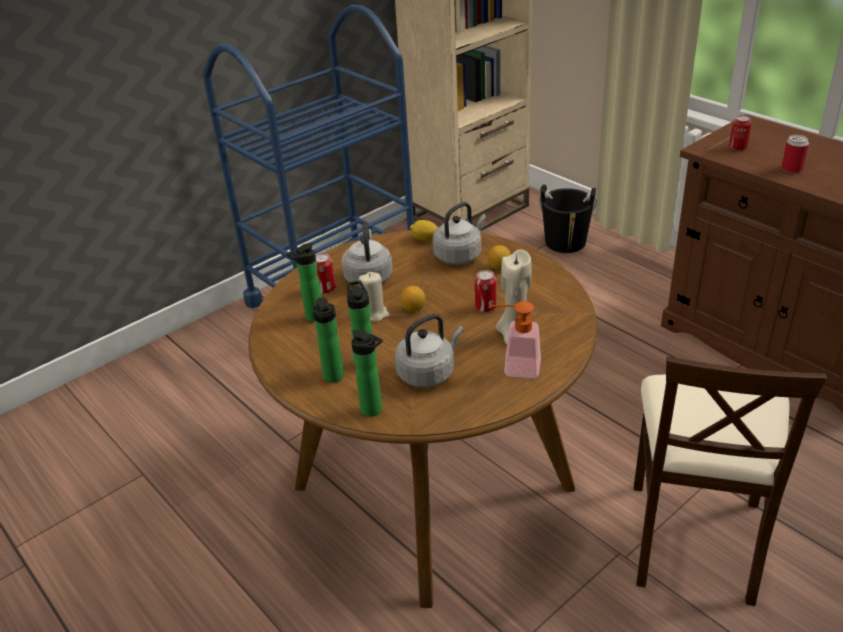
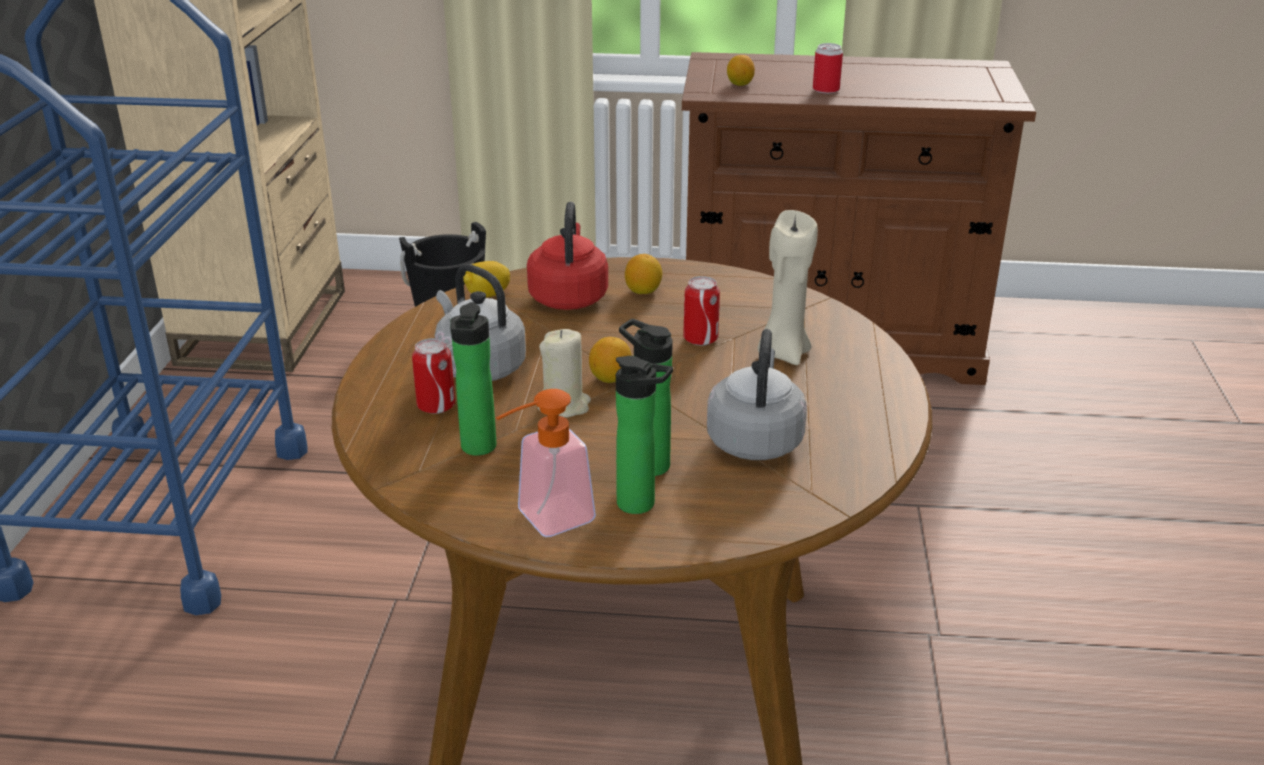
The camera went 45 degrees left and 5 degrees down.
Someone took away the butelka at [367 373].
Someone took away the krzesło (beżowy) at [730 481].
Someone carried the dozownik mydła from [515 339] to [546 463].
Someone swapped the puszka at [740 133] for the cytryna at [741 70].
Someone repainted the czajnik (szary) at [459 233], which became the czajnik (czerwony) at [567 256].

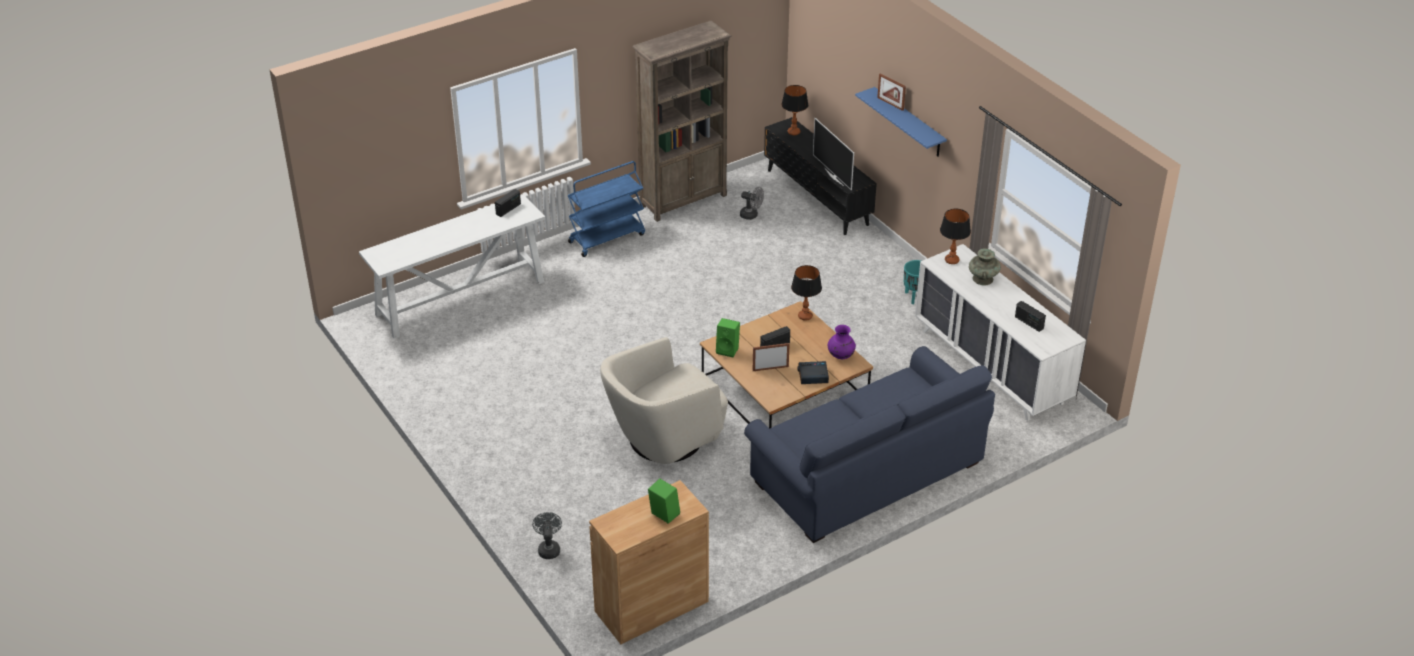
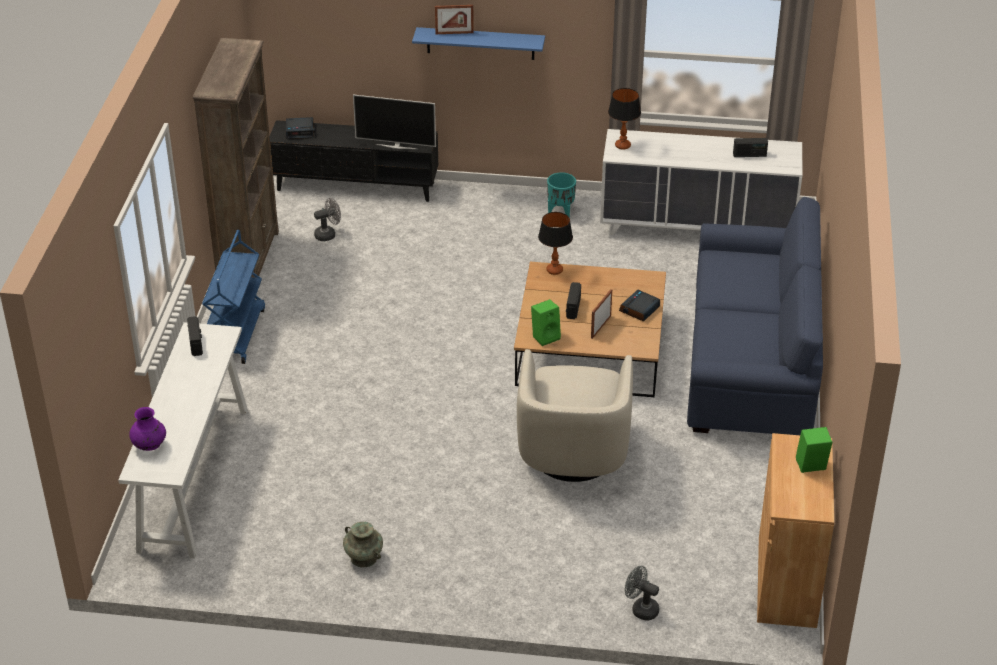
The camera went 50 degrees left and 0 degrees up.
Someone carried the wazon (fioletowy) from [842 342] to [147 429].
Someone carried the wazon (turkusowy) from [985 266] to [363 544].
Someone swapped the lampa stołowa at [794 110] for the budzik at [300 128].

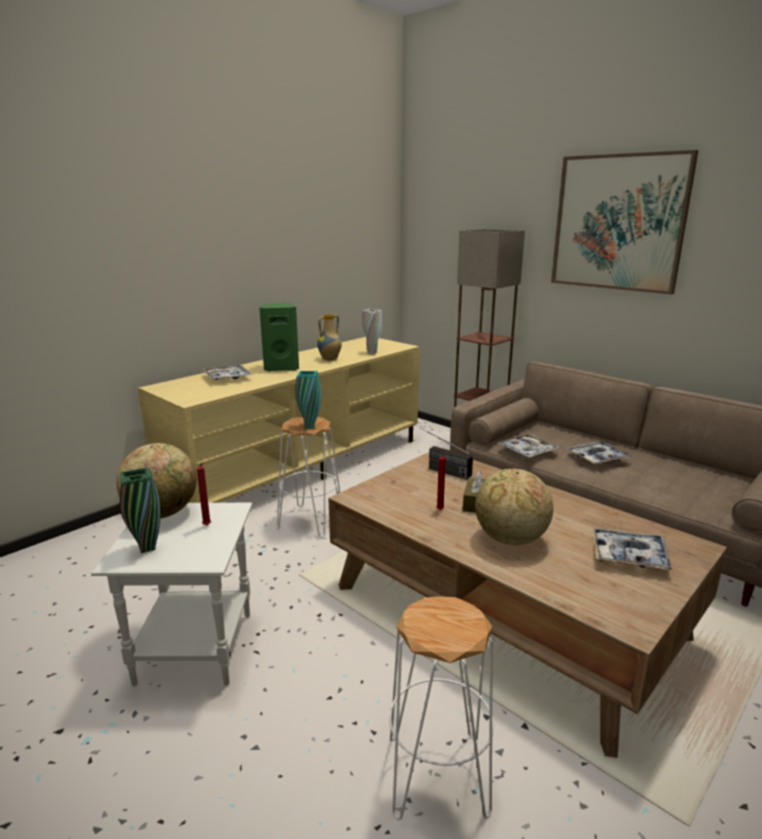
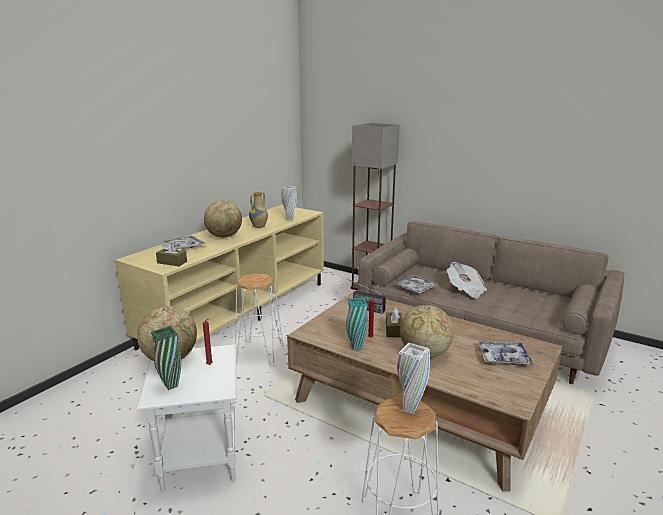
The camera went 10 degrees left and 0 degrees up.
Someone took away the obraz at [624 222].
Someone put down the pudełko chusteczek (brązowy) at [171 254].
Someone put down the wazon (biały) at [413 378].
Someone carried the wazon (turkusowy) from [308 399] to [357 324].
Someone swapped the głośnik (zielony) at [279 337] for the globus at [223 219].
Someone swapped the taca at [599 452] for the gazeta at [467 280].

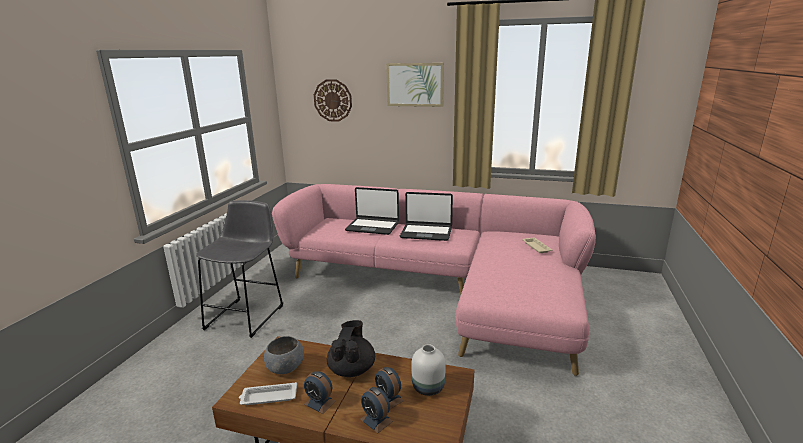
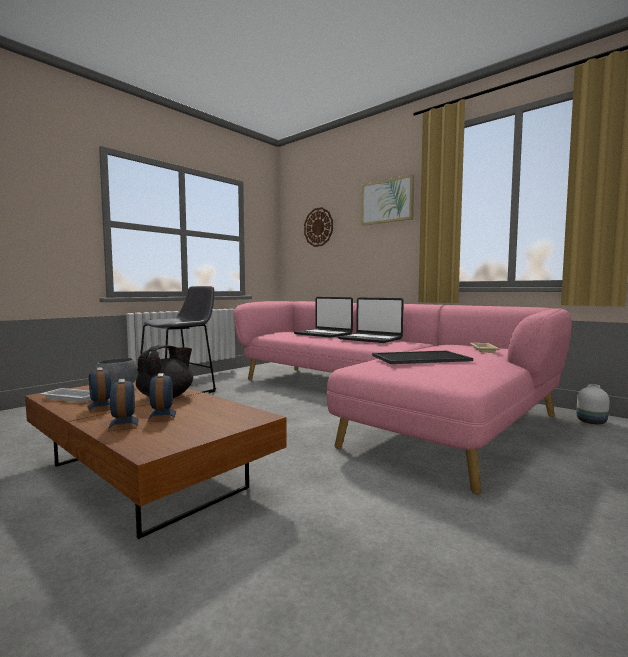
The camera went 25 degrees right and 15 degrees down.
Someone put down the taca at [422 357].
Someone carried the wazon (biały) from [429 370] to [592 404].

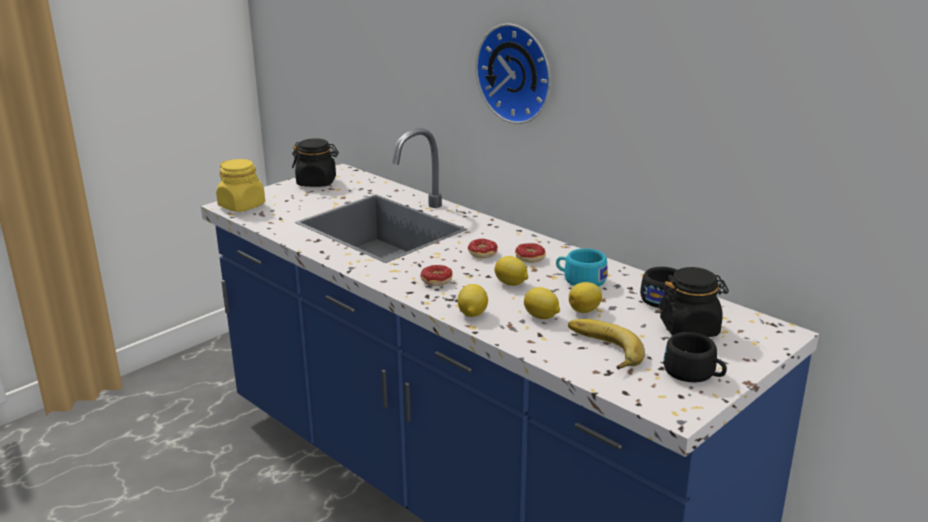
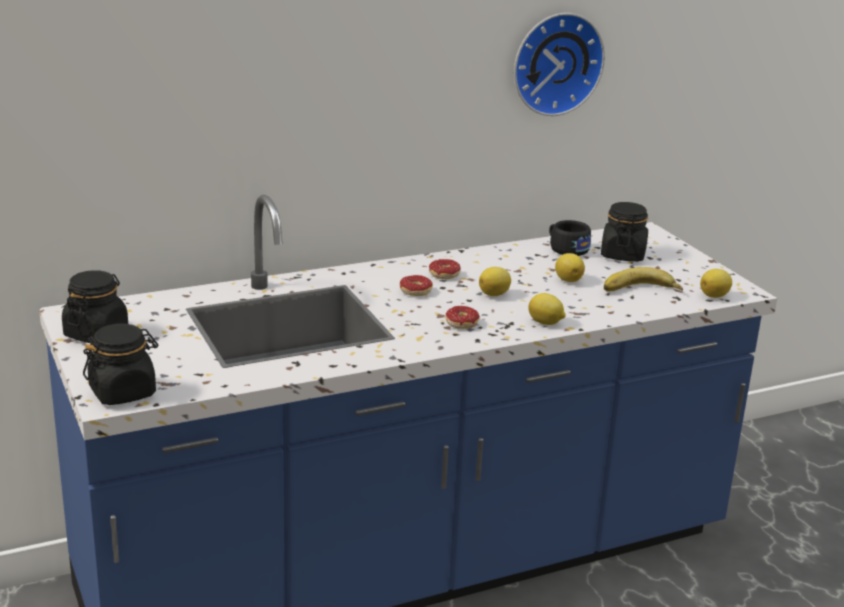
The camera went 70 degrees left and 0 degrees up.
Someone took away the filiżanka (turkusowy) at [582 268].
Someone took away the filiżanka (czarny) at [695 357].
Someone carried the zegar ścienny from [513 74] to [559 64].
Someone carried the cytryna from [542 303] to [716 283].
Someone repainted the słoik (żółty) at [240 185], which became the słoik (czarny) at [120 364].

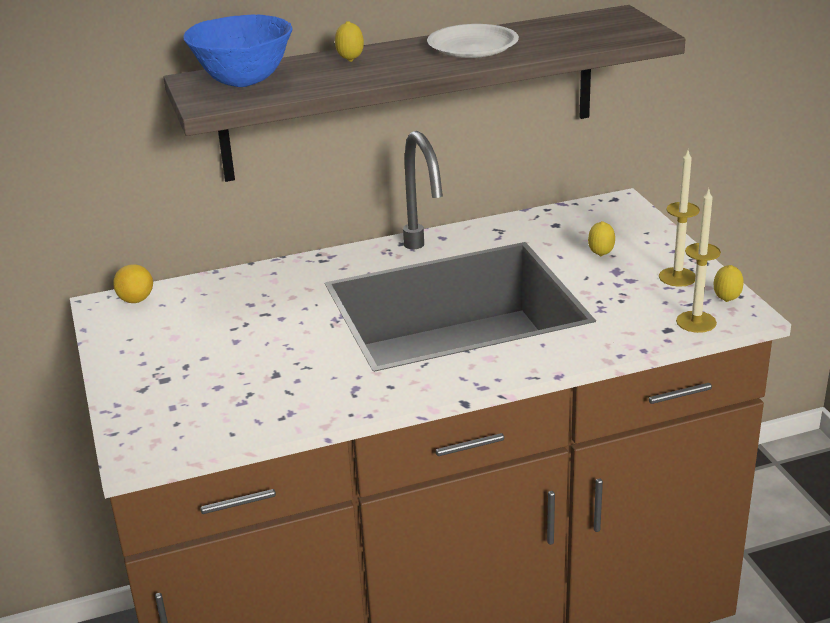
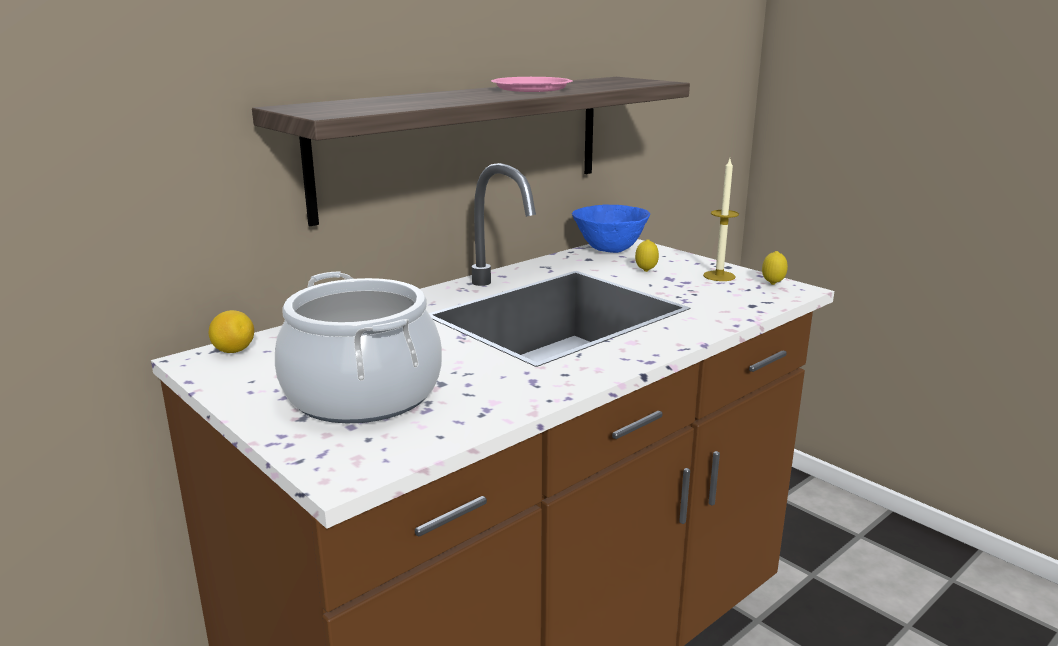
The camera went 25 degrees left and 10 degrees down.
Someone took away the cytryna at [349 41].
Someone took away the świeca at [698 261].
Someone put down the garnek at [358 347].
Someone carried the miska (niebieski) from [238 51] to [611 229].
Someone repainted the talerz (biały) at [473 41], which became the talerz (różowy) at [531 84].

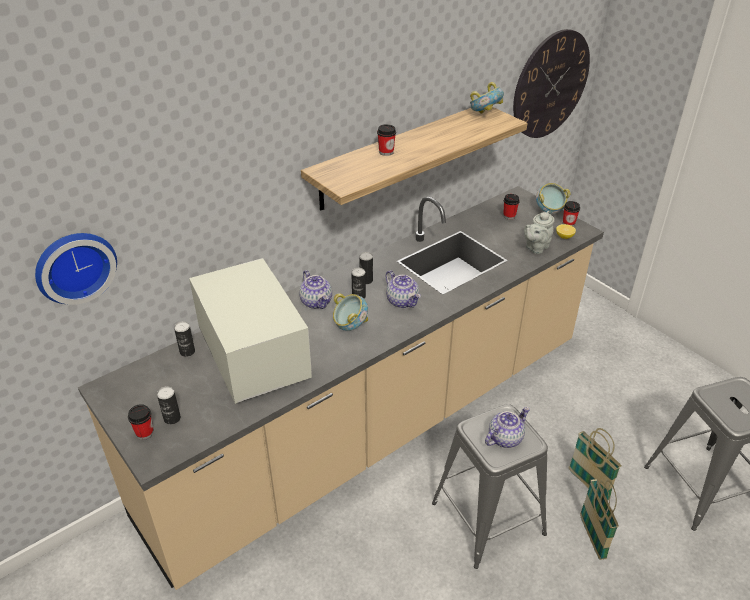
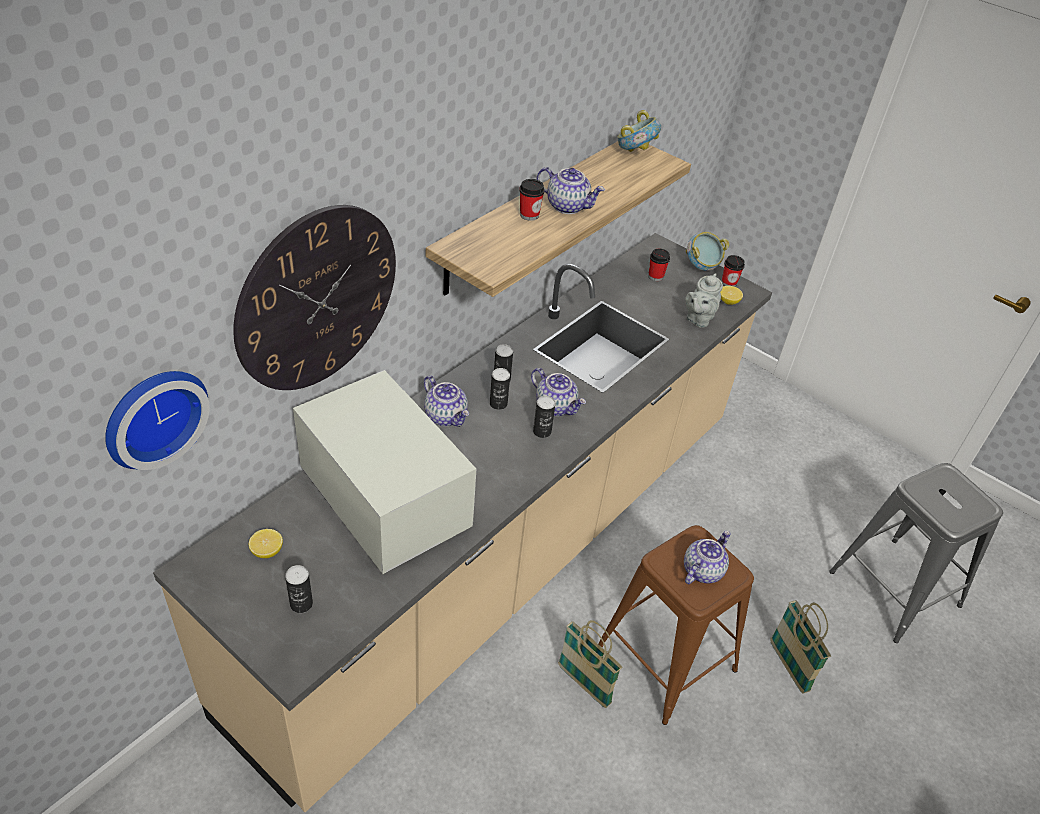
The camera went 15 degrees left and 5 degrees up.
Someone took away the filiżanka at [141 422].
Someone took away the miska at [350 312].
Someone put down the cytryna at [266 543].
Someone put down the imbryk at [571 190].
Someone carried the puszka from [184 339] to [544 417].
Someone carried the zegar ścienny from [551 83] to [314 297].
Someone carried the koszyk from [595 464] to [590 664].
Someone repainted the stołek (szary) at [490 486], which became the stołek (brązowy) at [676 625].

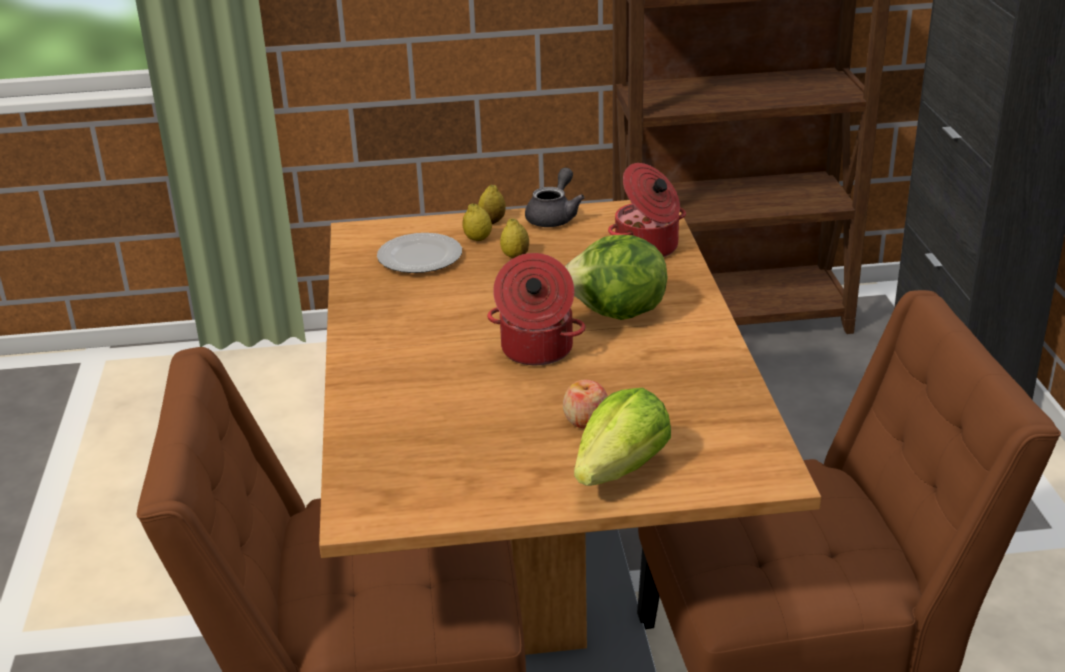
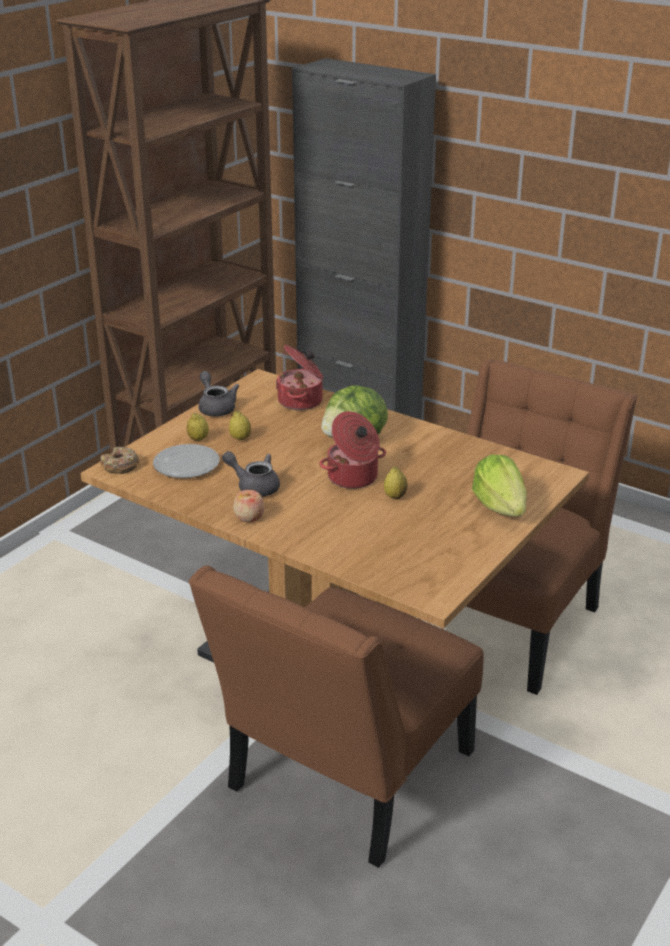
The camera went 50 degrees left and 0 degrees up.
Someone put down the donut at [119 460].
Someone put down the imbryk (szary) at [251 474].
Someone carried the cytryna from [492 204] to [396 483].
Someone carried the jabłko from [585 404] to [248 506].

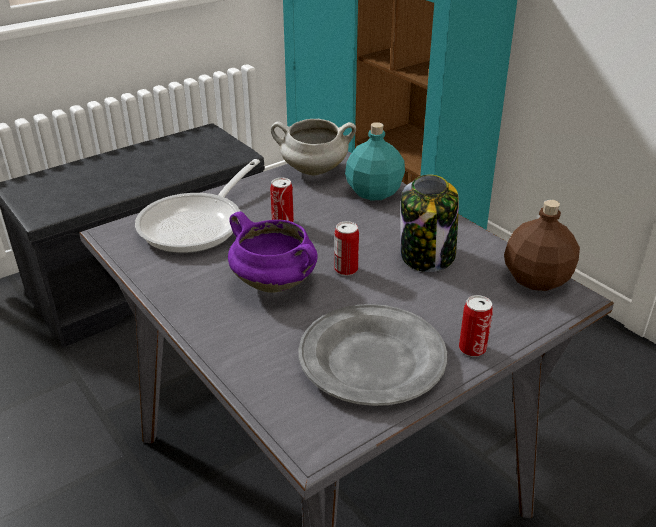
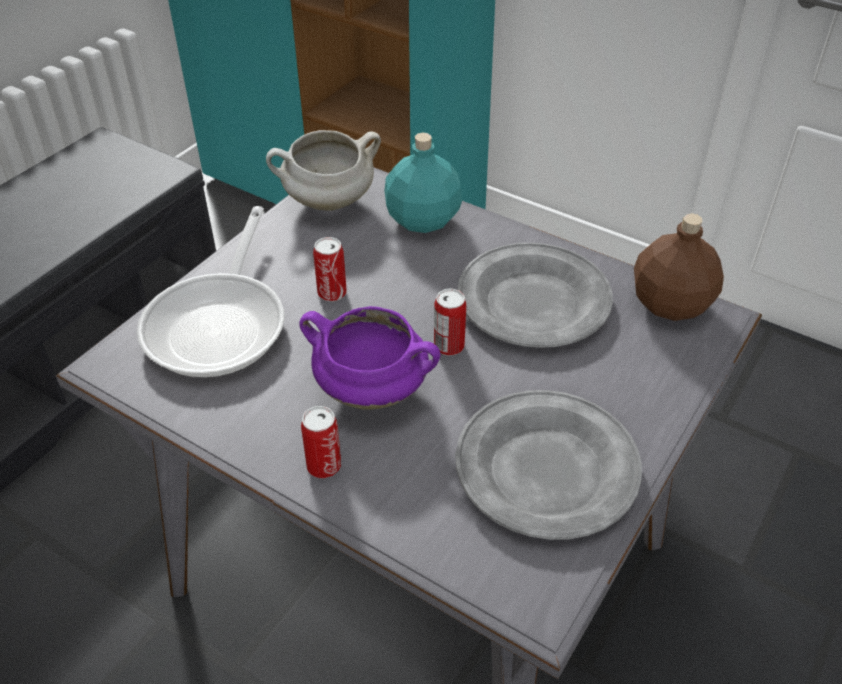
The camera went 20 degrees left and 10 degrees up.
Someone carried the puszka from [476 326] to [321 442].
Someone swapped the słoik at [429 223] for the talerz (szary) at [535 295].

